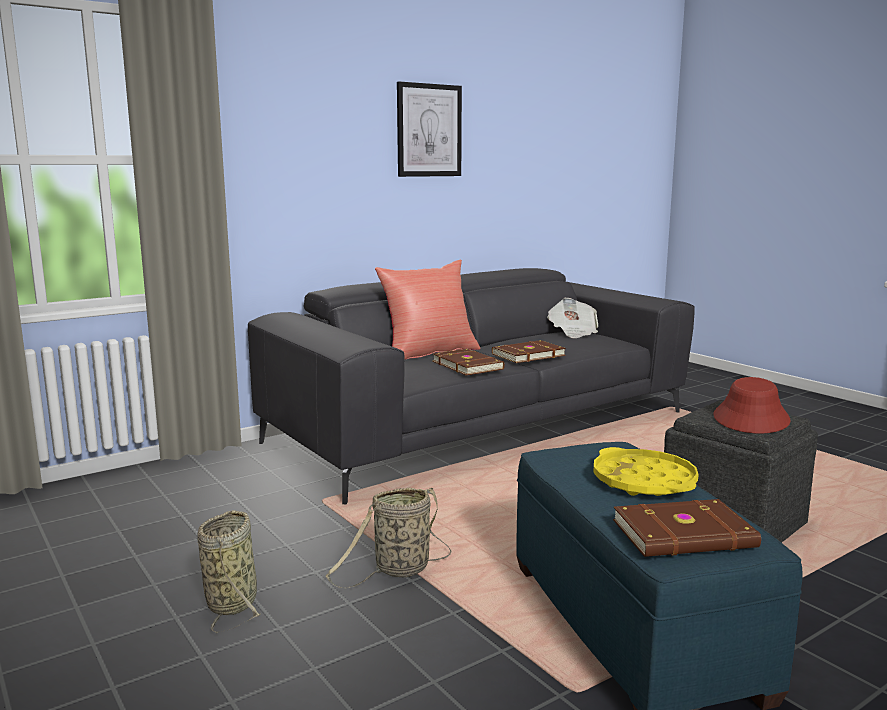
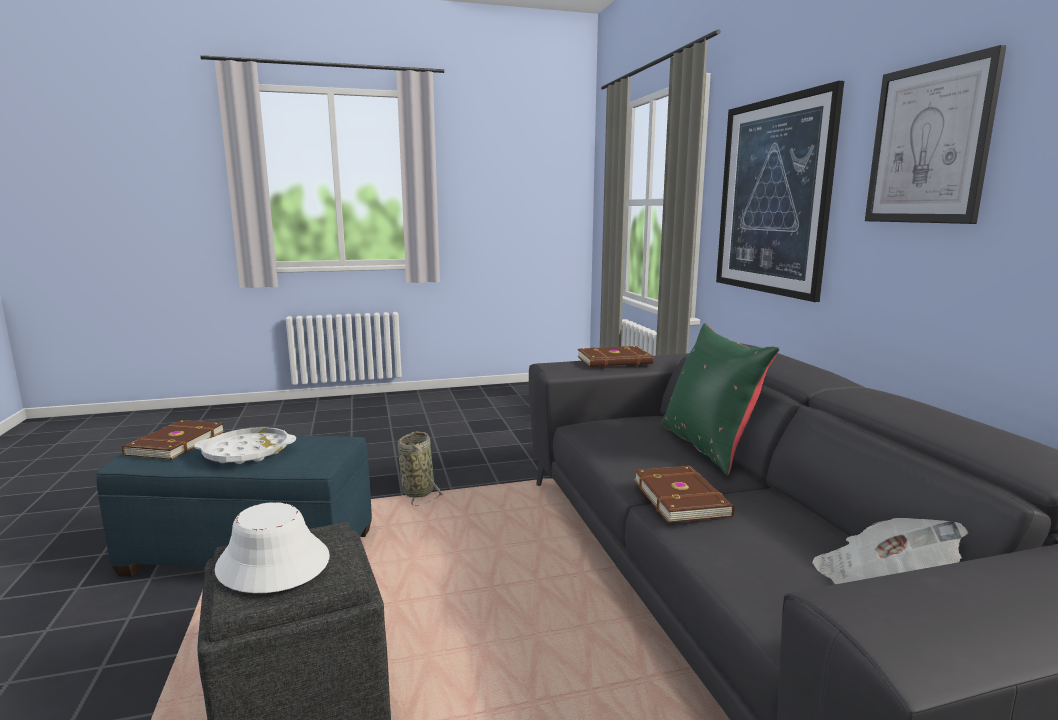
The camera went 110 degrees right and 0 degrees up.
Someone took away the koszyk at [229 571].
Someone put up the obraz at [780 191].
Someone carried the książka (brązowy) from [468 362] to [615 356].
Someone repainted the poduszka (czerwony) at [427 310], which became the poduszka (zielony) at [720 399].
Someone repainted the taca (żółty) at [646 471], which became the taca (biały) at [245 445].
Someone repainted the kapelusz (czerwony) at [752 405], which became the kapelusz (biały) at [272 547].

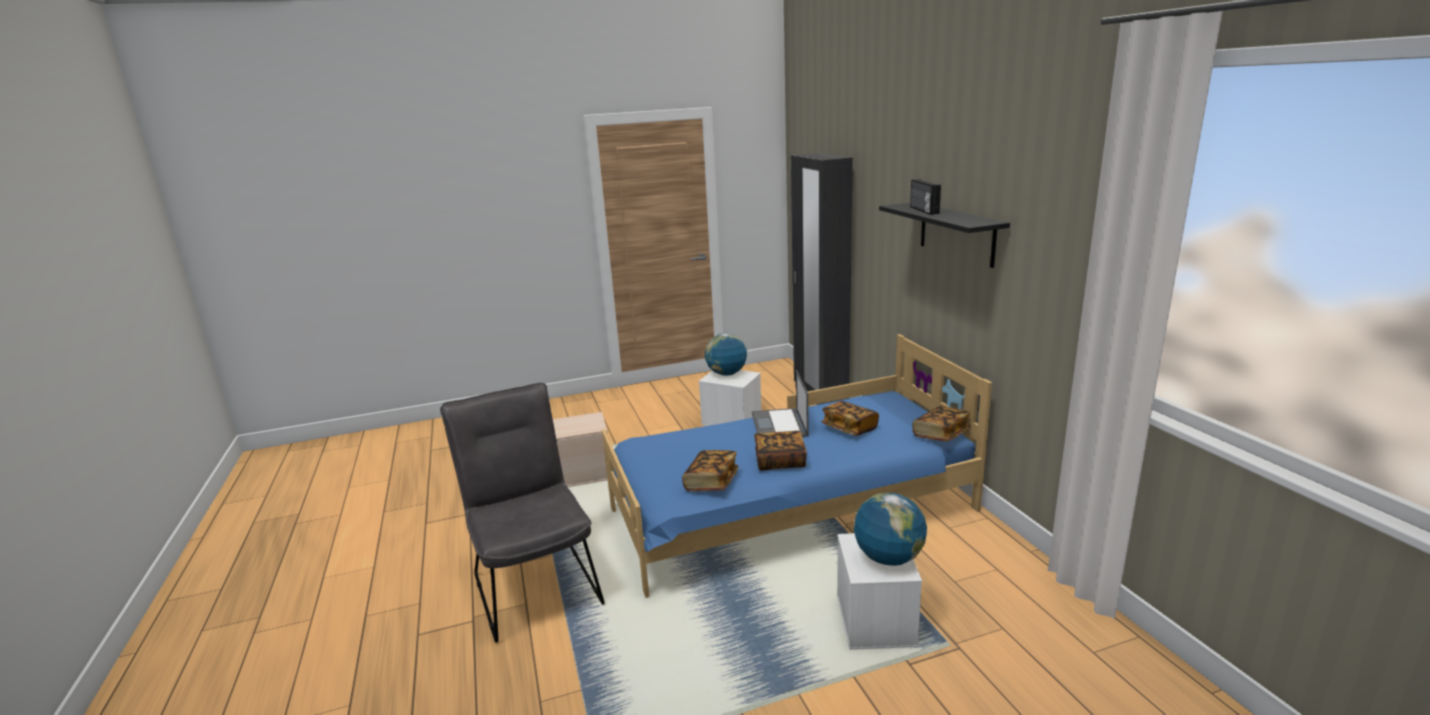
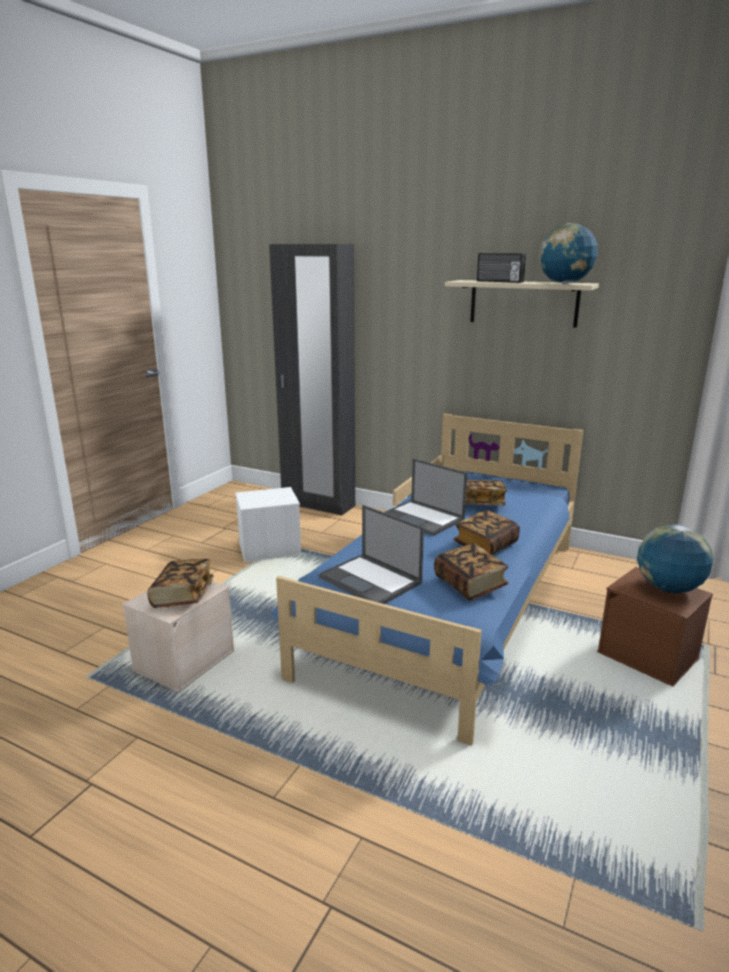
The camera went 45 degrees left and 0 degrees up.
Someone took away the krzesło (szary) at [522 513].
Someone put down the laptop at [371 554].
Someone carried the globus from [726 354] to [568 253].
Someone carried the książka from [942 424] to [180 583].
Someone repainted the pojemnik do przechowywania (biały) at [879 591], which became the pojemnik do przechowywania (brązowy) at [655 627].
Someone repainted the półka (czarny) at [944 235], which became the półka (beżowy) at [522 304].

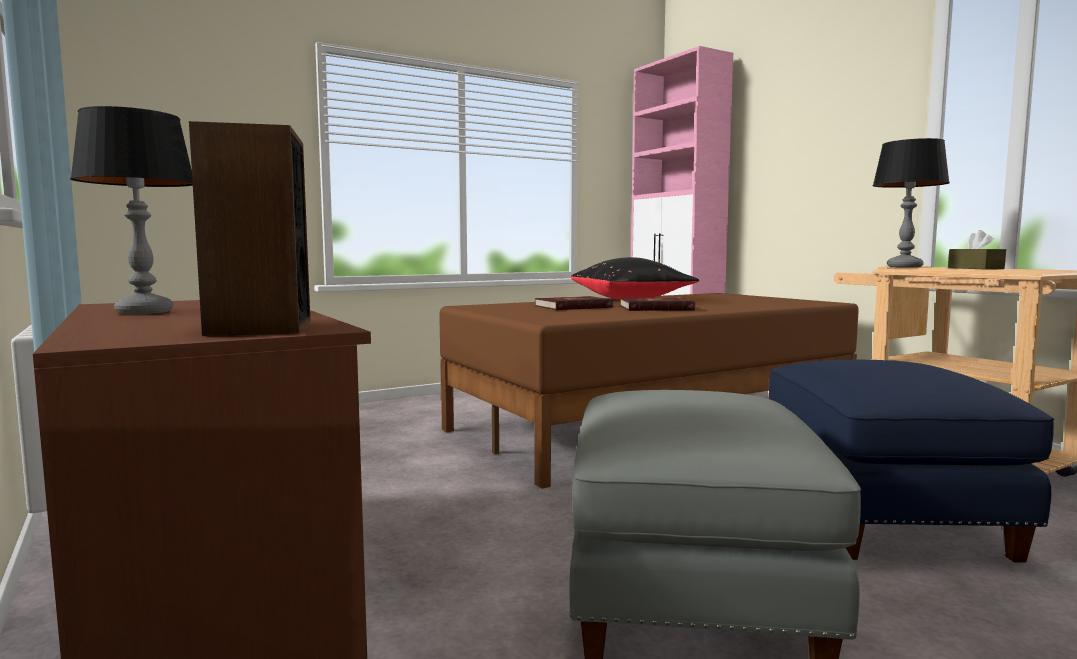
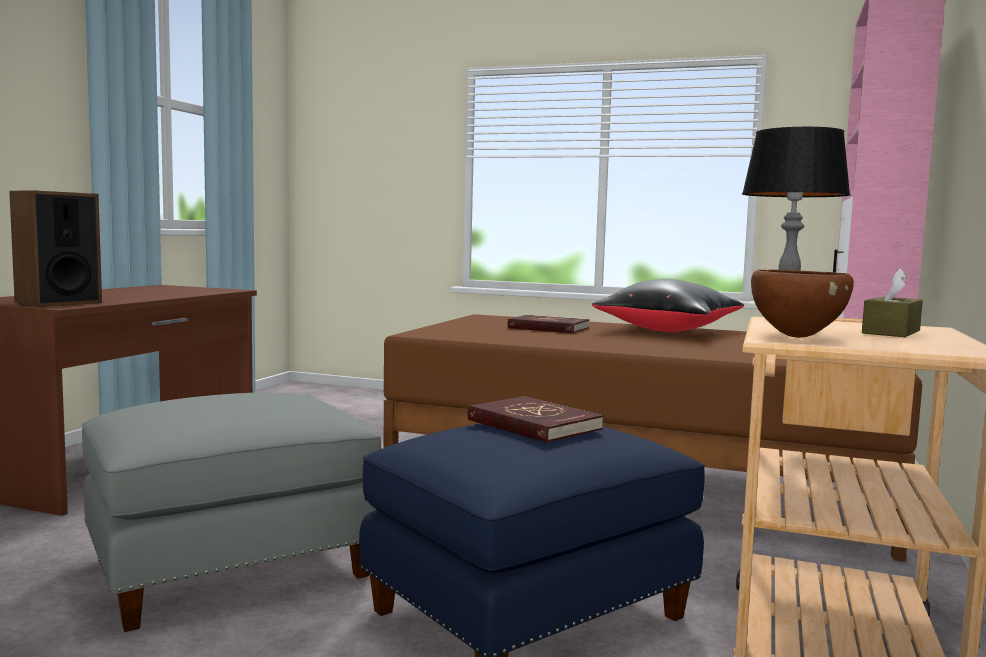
The camera went 50 degrees right and 0 degrees up.
Someone took away the lampa stołowa at [131 210].
Someone put down the miska (brązowy) at [802 303].
Someone carried the książka (czerwony) from [657 304] to [535 419].

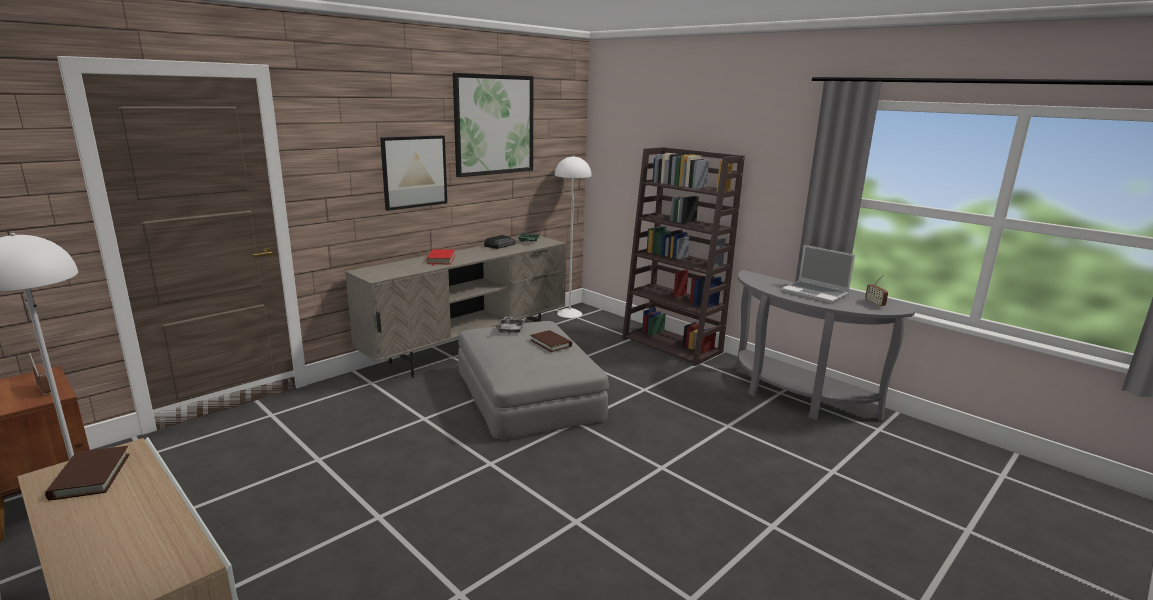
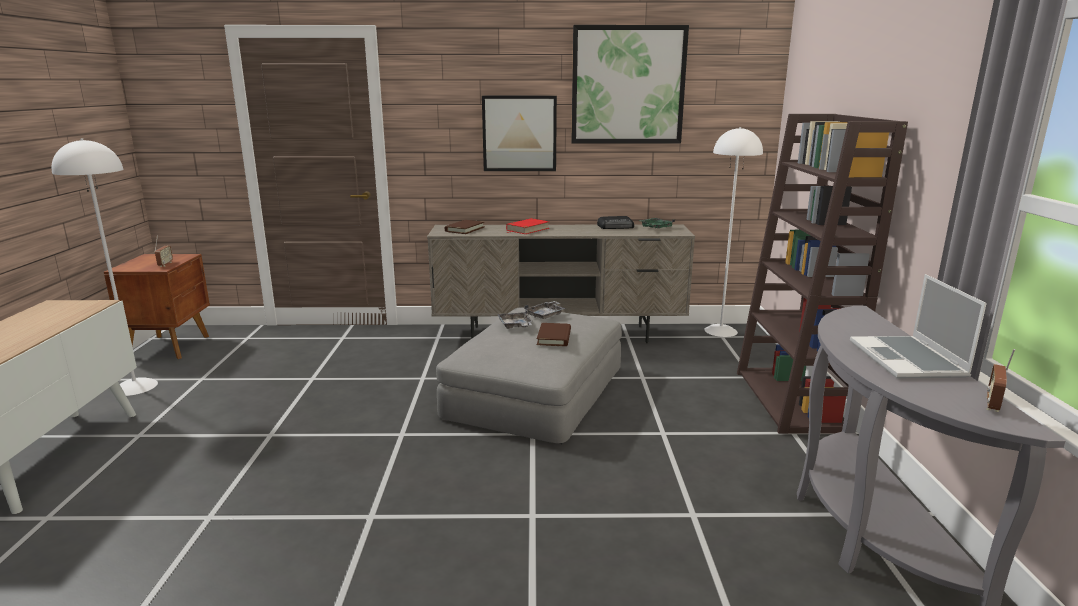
The camera went 45 degrees right and 0 degrees up.
Someone put down the taca (szary) at [515 319].
Someone carried the książka (brązowy) from [87 473] to [464 227].

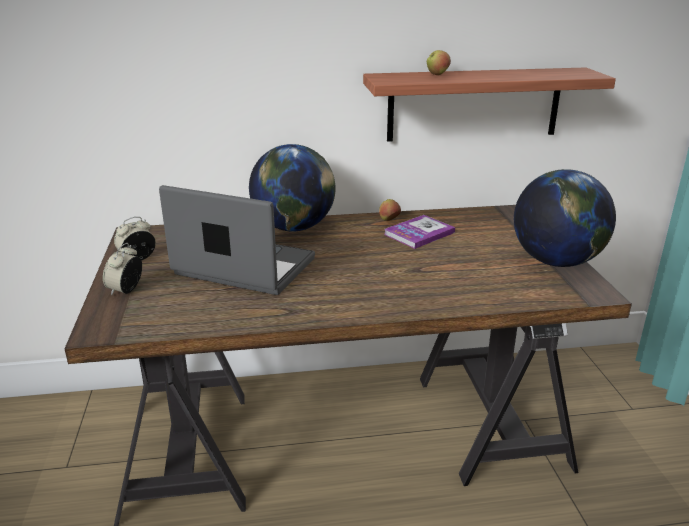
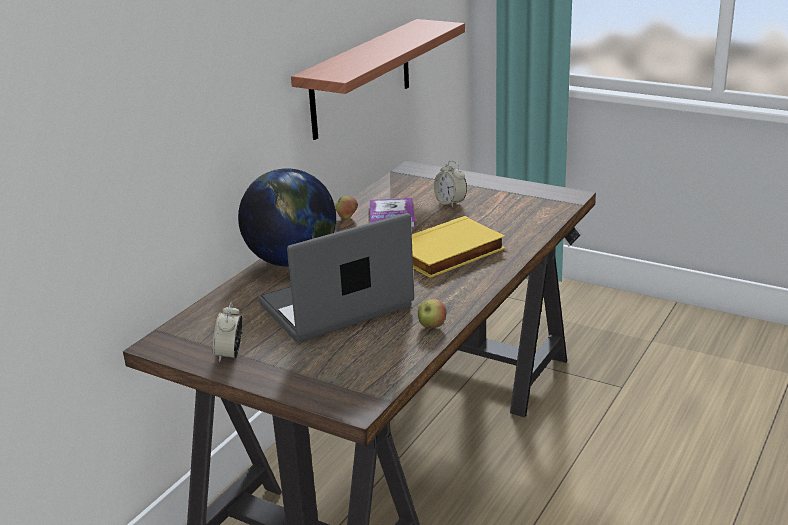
The camera went 50 degrees left and 0 degrees up.
Someone took away the globus at [565 218].
Someone put down the książka (żółty) at [458 247].
Someone carried the budzik from [122 269] to [450 184].
Someone carried the jabłko from [439 62] to [432 313].

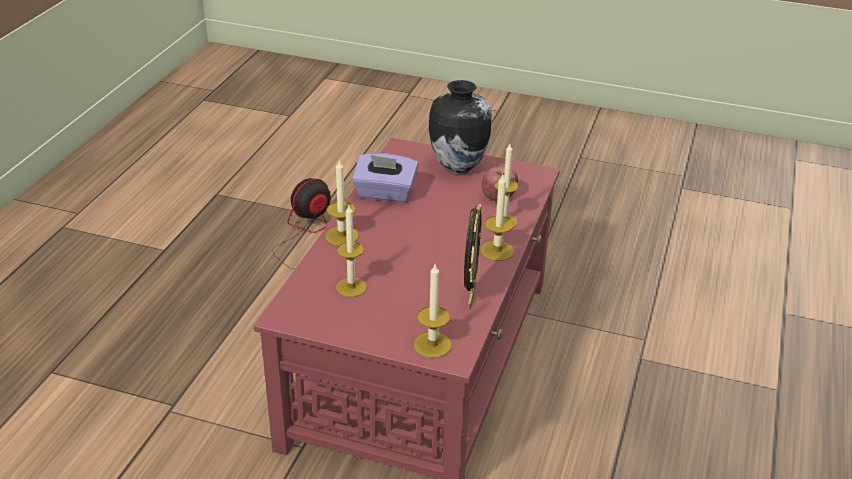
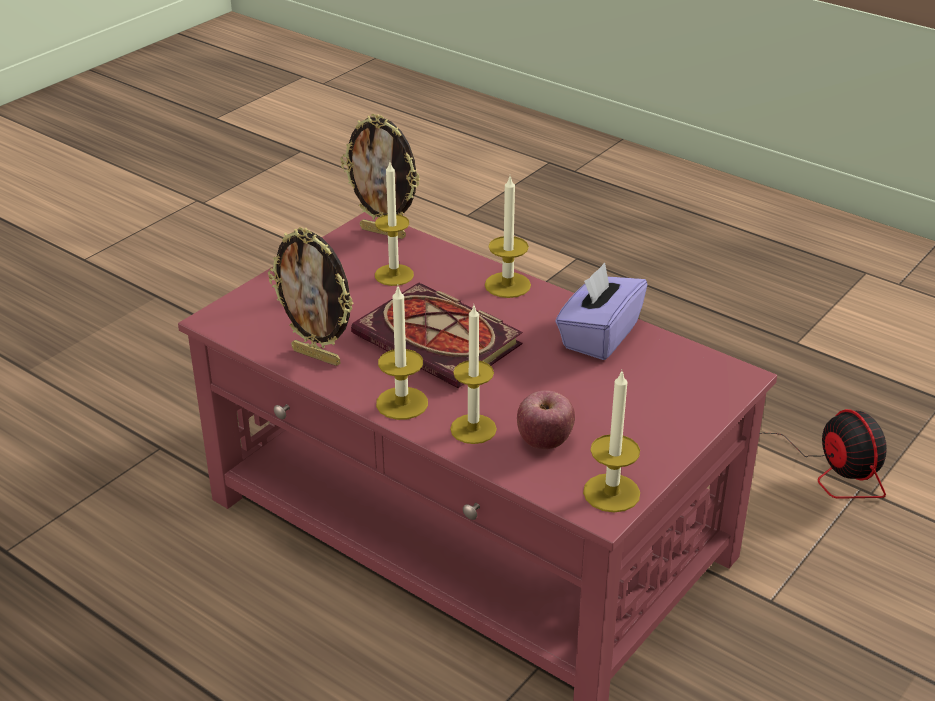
The camera went 110 degrees right and 0 degrees up.
Someone took away the wazon at [460 127].
Someone put down the ramka na zdjęcie at [380 176].
Someone put down the książka at [437 335].
Someone carried the świeca from [433 311] to [611 442].

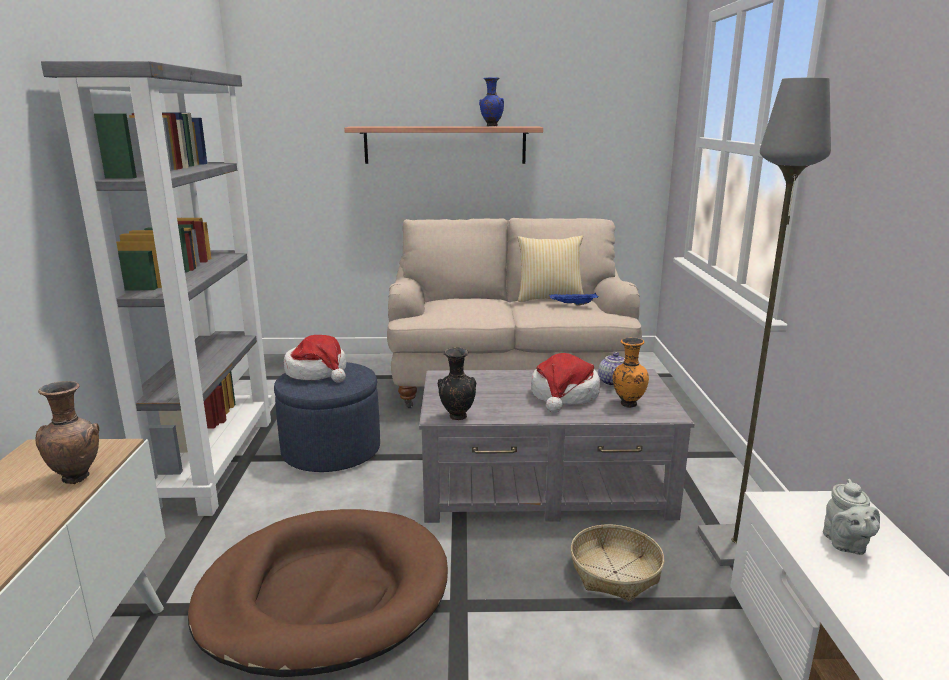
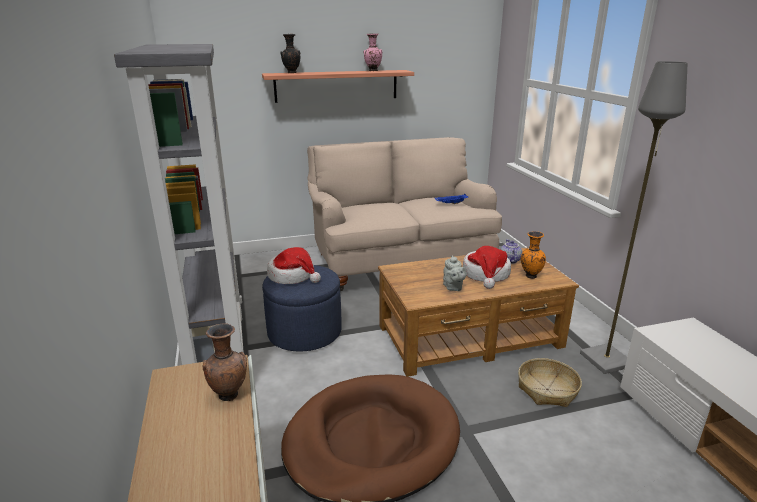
The camera went 15 degrees left and 5 degrees up.
Someone took away the poduszka at [551 268].
Someone carried the wazon (czarny) from [457 384] to [290 53].
Someone carried the imbryk (szary) from [851 517] to [454 273].
Someone repainted the ława (szary) at [557 446], which became the ława (brązowy) at [478 312].
Someone repainted the wazon (niebieski) at [491 101], which became the wazon (różowy) at [373 52].

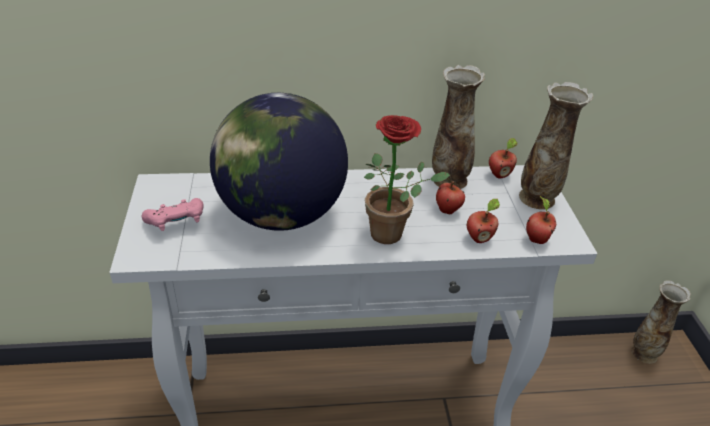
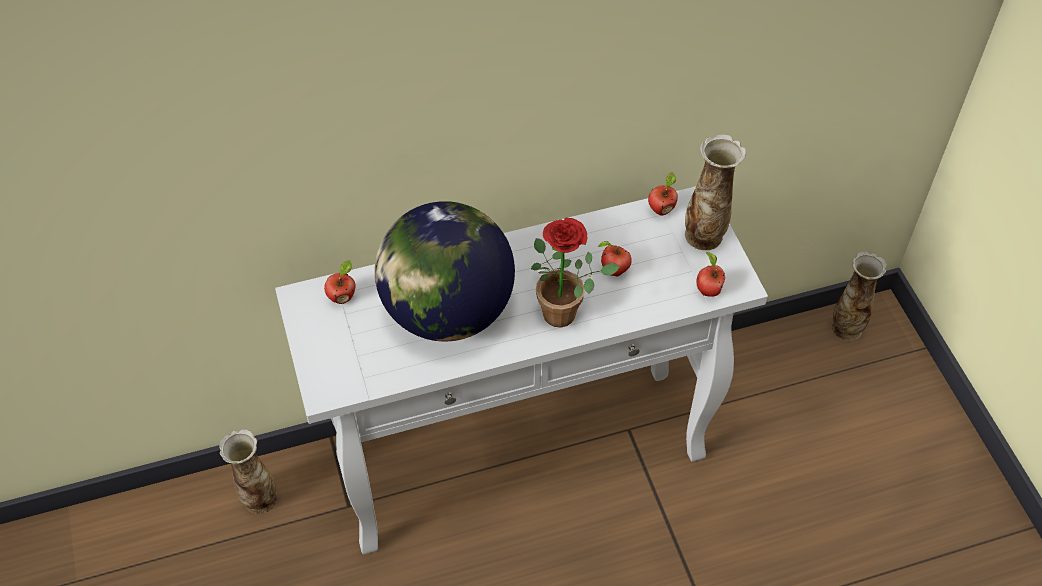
The camera went 10 degrees left and 15 degrees up.
Someone took away the pad do gier (różowy) at [173 214].
Someone carried the wazon from [458 127] to [248 471].
Someone carried the jabłko from [483 221] to [339 282].

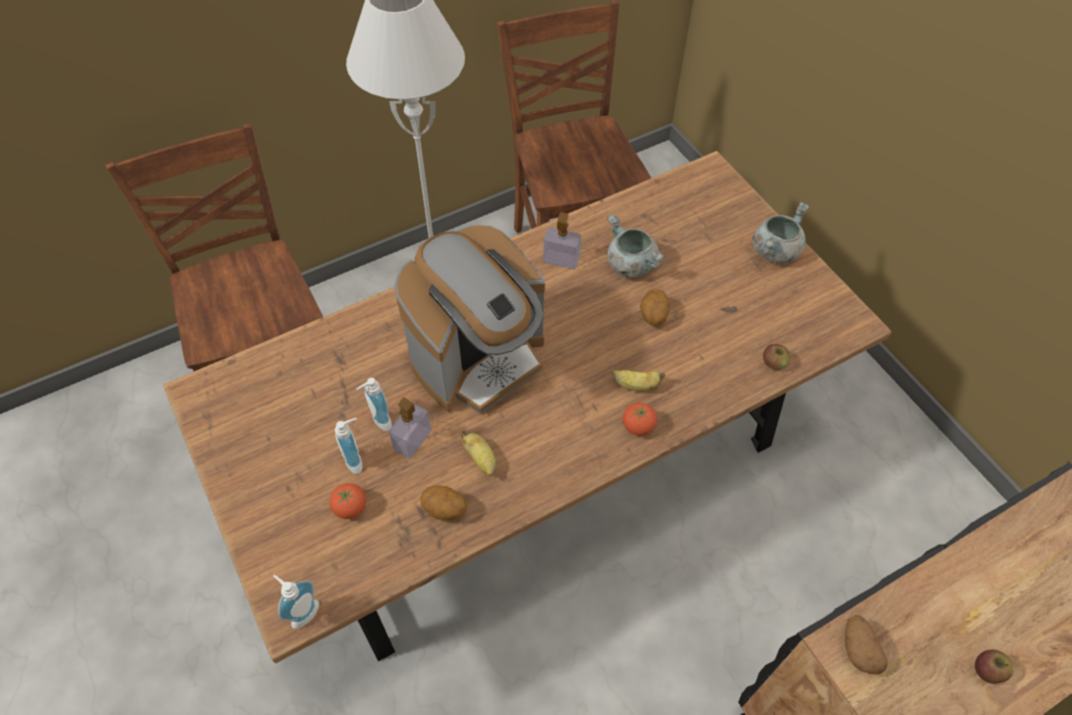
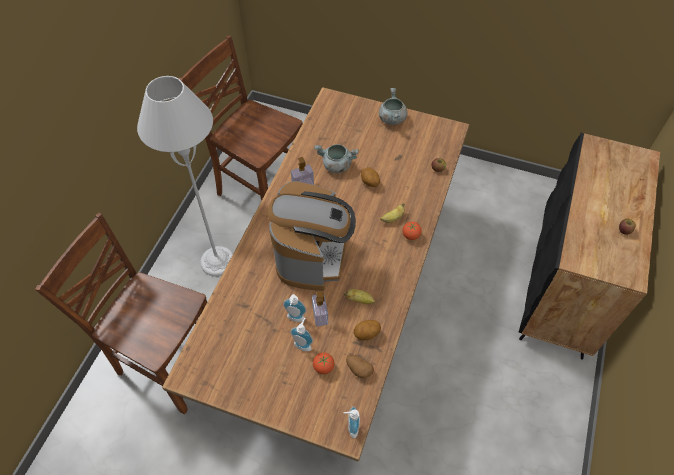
The camera went 40 degrees left and 0 degrees up.
Someone carried the ziemniak from [866 644] to [360 366].

